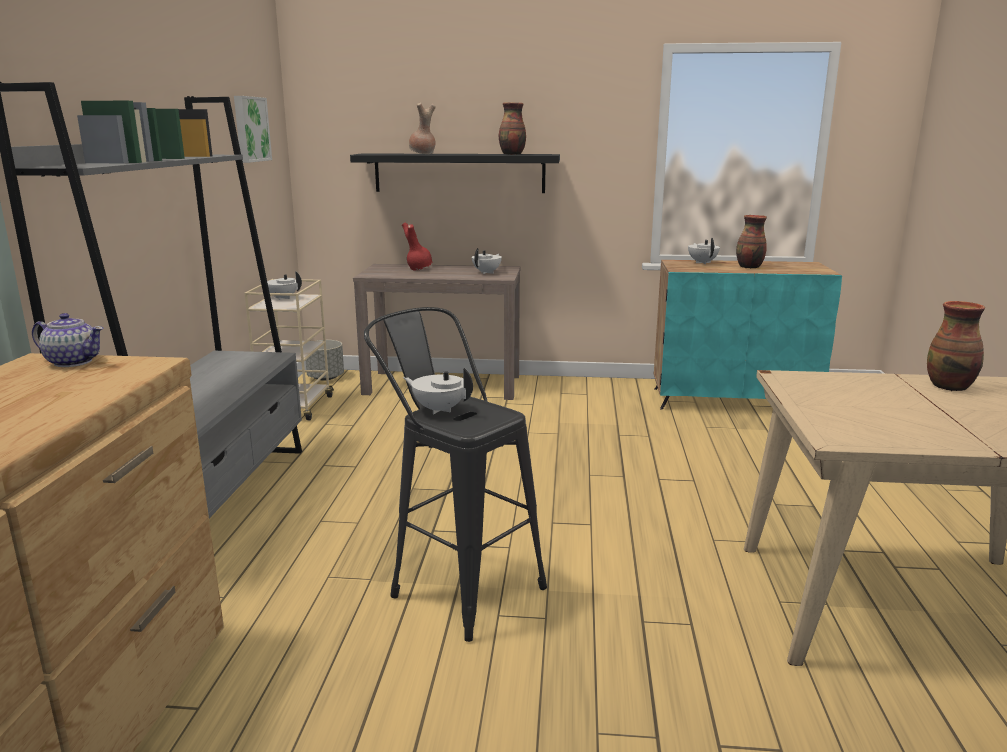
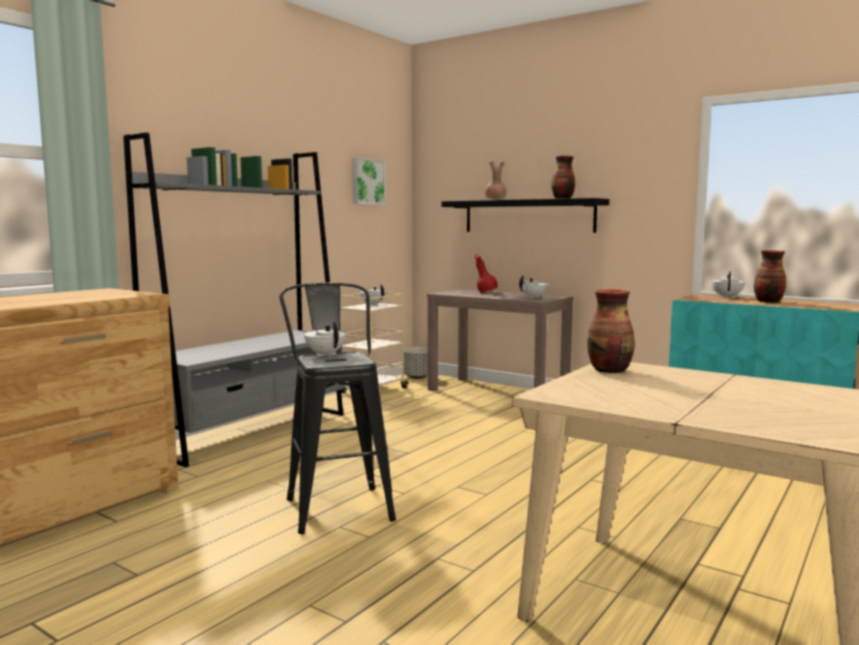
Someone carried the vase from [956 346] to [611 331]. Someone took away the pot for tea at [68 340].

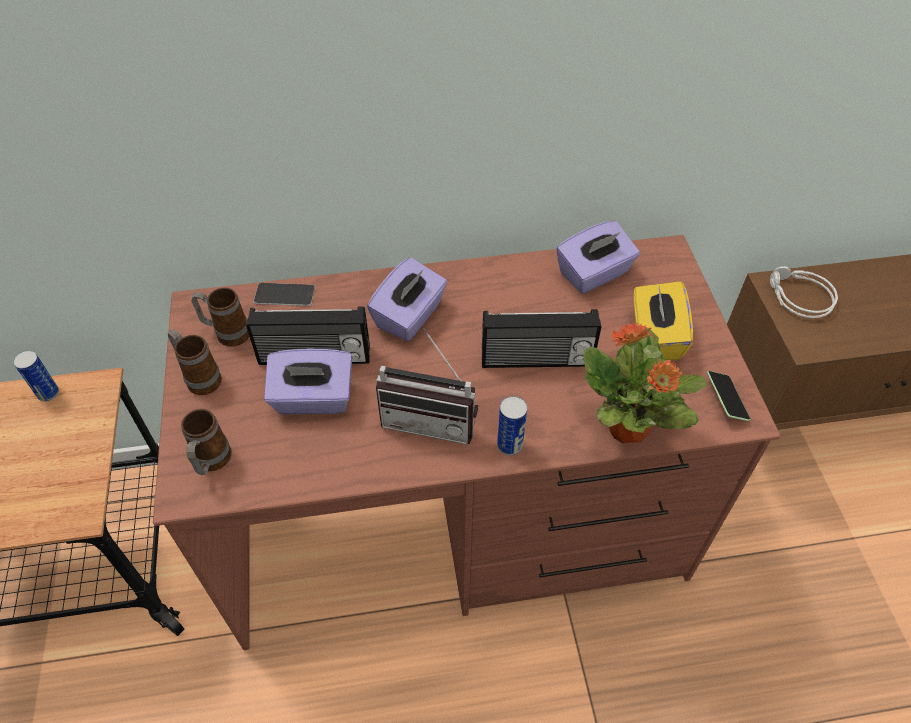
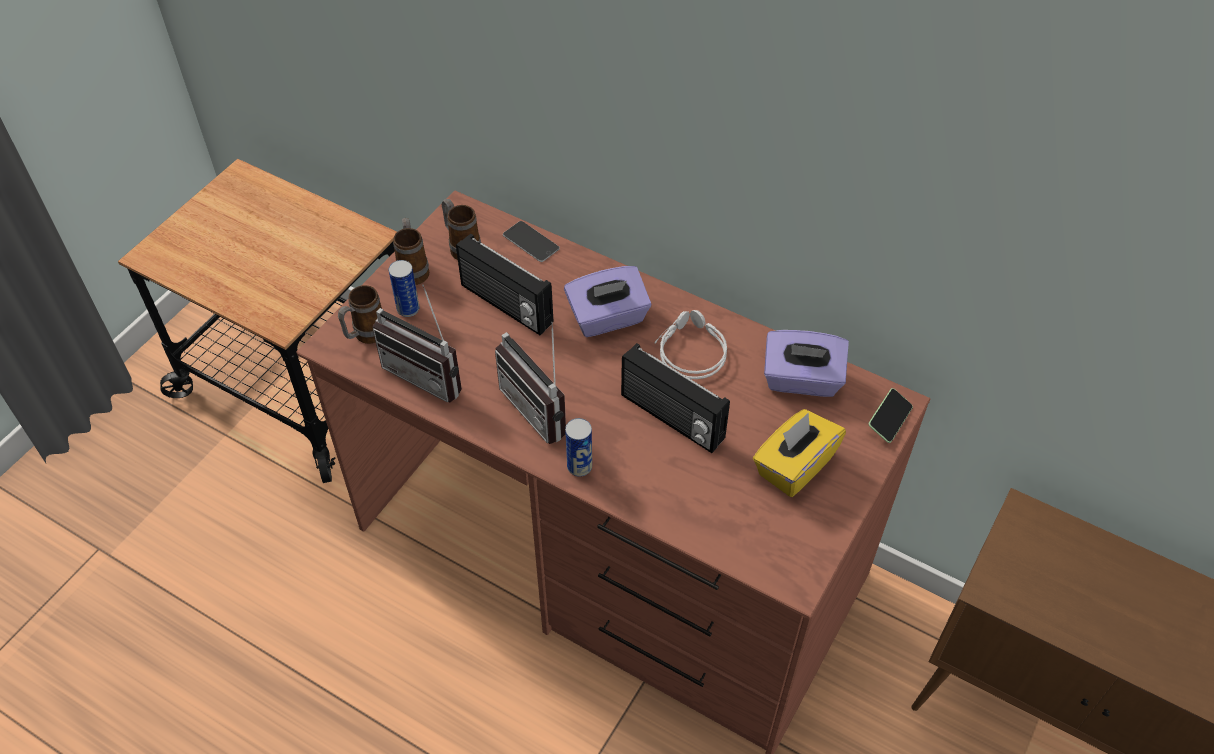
Someone put down the radio set at [417 343]. Someone carried the sealed can from [36 375] to [404 288]. Someone carried the gray pair of headphones from [804 292] to [691 344]. Someone carried the telephone from [729 396] to [891 415]. Someone took away the purple tissue holder at [308 381]. Someone took away the plant in a pot at [645 382].

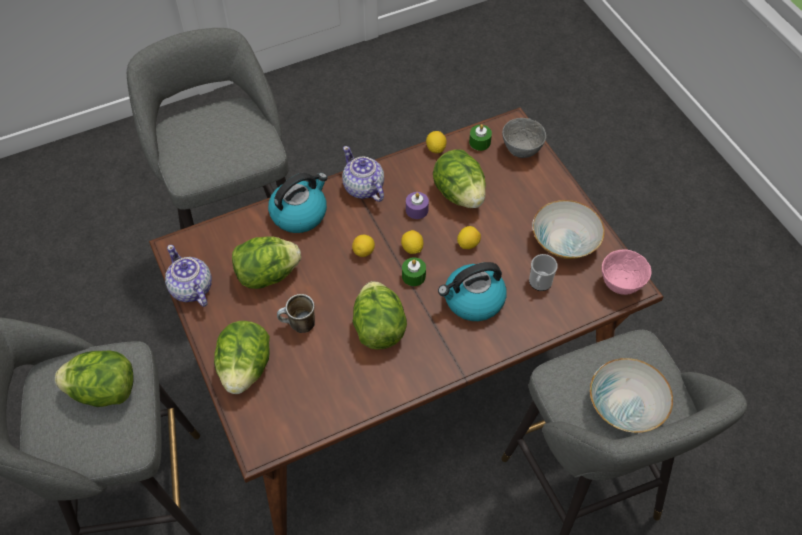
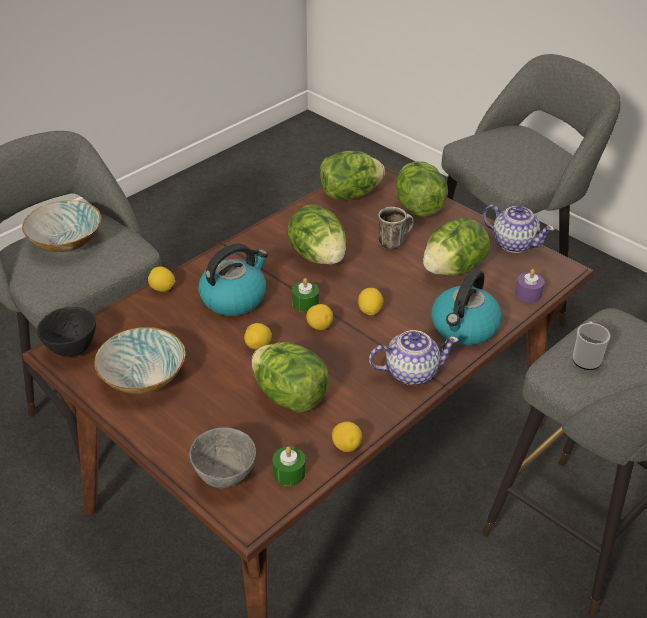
Someone repainted the pink-coloured bowl at [626 272], which became the black-coloured bowl at [66 332]. Someone put down the lemon at [162 279]. Someone carried the head of lettuce from [94 378] to [352 175]. Someone rotated the pot for tea at [363 174] by 45 degrees counterclockwise. Someone carried the purple candle from [417 205] to [529 286]. Someone carried the mug from [543 272] to [591 345].

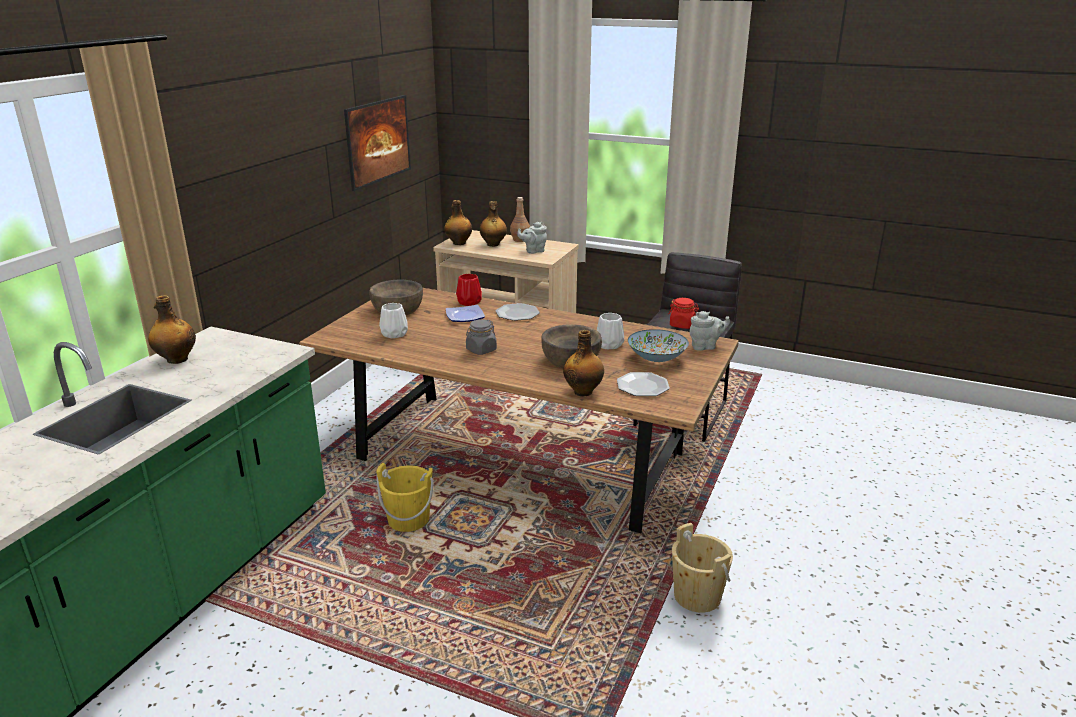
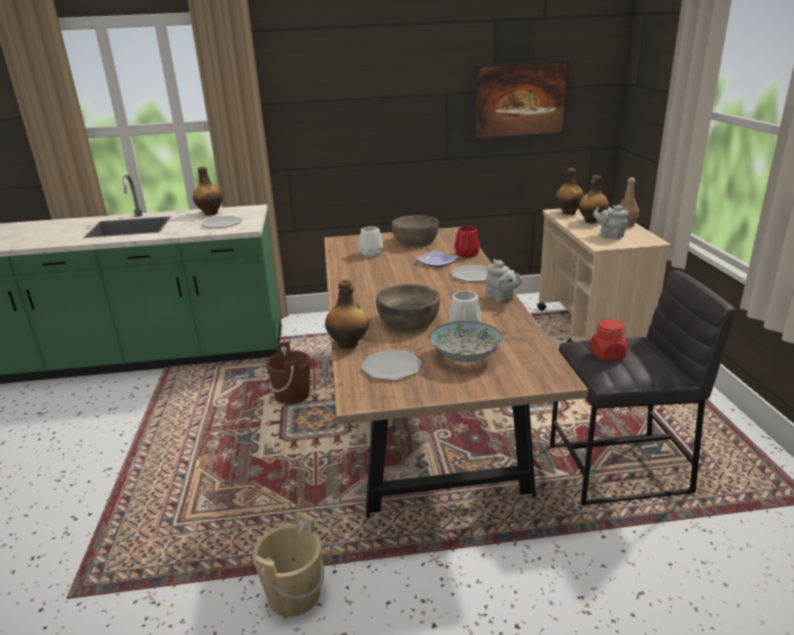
Someone put down the plate at [221 222]. Someone repainted the yellowish water bucket at [405 497], which became the brown-coloured water bucket at [288 373]. Someone carried the gray pot for tea from [709 331] to [504 281]. Someone took away the gray jar at [481 337].

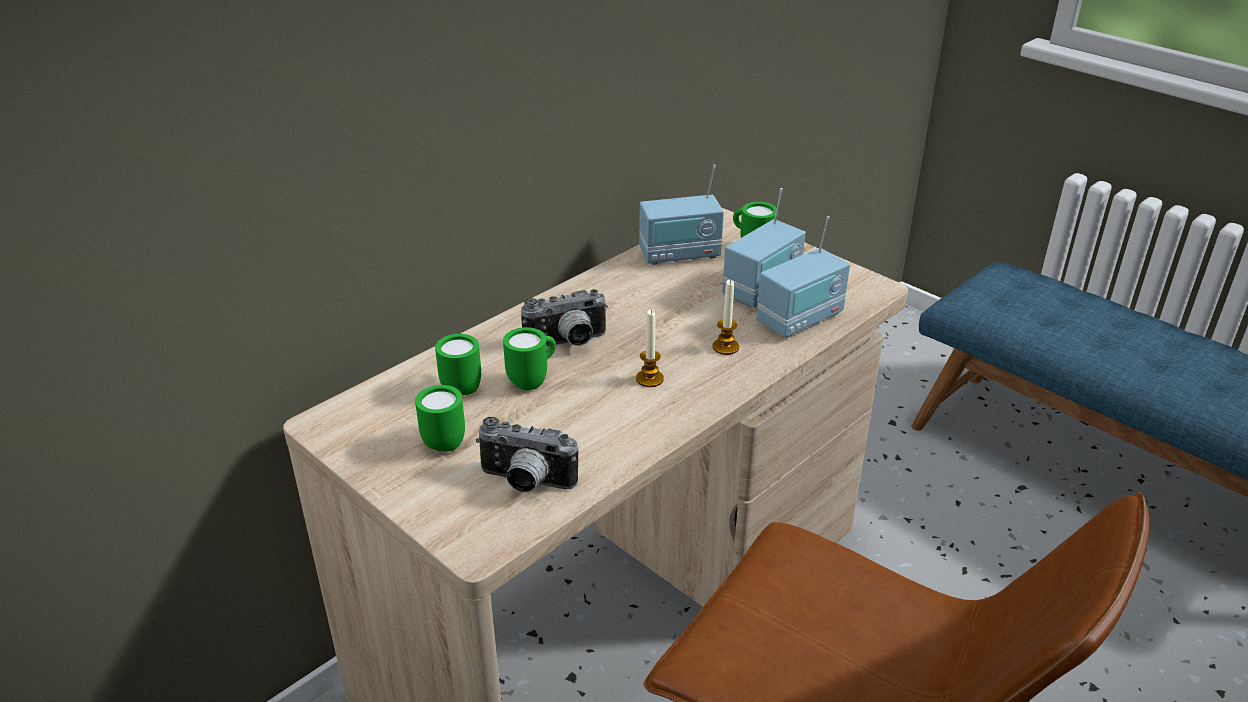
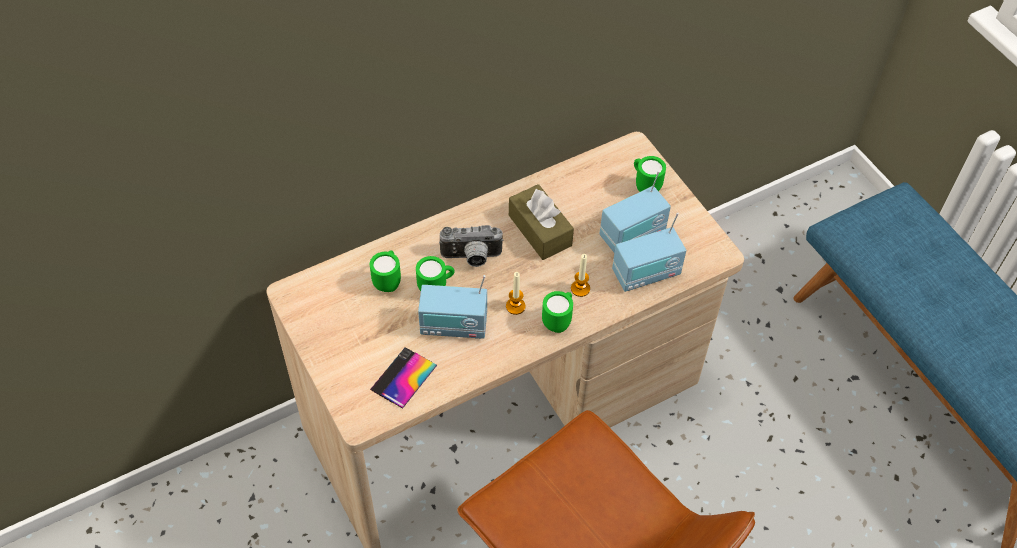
Someone swapped the photo camera at [527 455] for the telephone at [403 378]. Someone carried the radio set from [681 215] to [452 307]. Someone put down the brown-coloured tissue holder at [541 222]. Someone carried the greenish mug from [440 418] to [557 312].

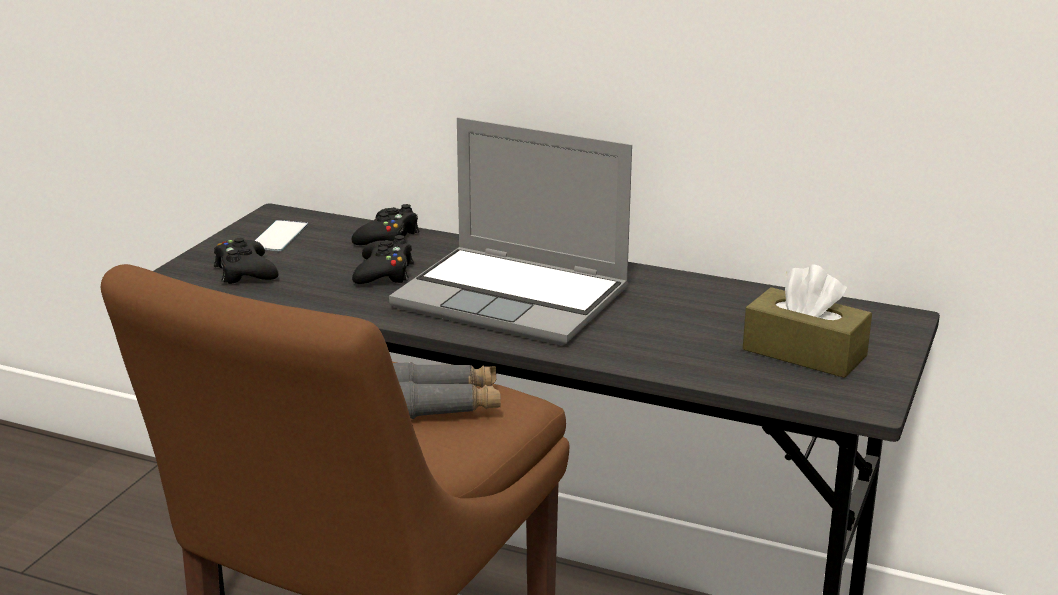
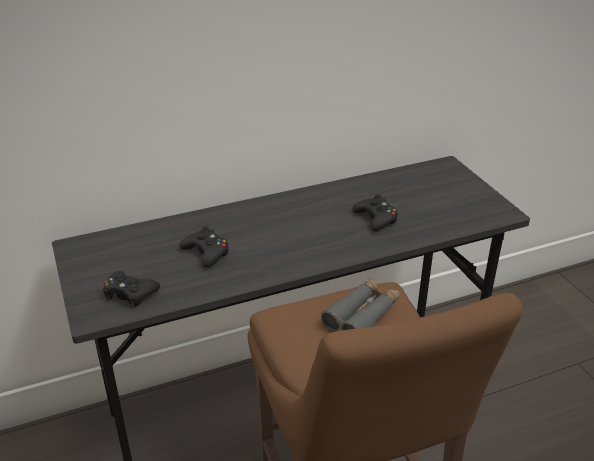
Someone carried the black-coloured joypad from [386 224] to [375 213]. Someone took away the telephone at [281 235]. Someone took away the notebook computer at [510 231]. Someone took away the brown-coloured tissue holder at [807 321].

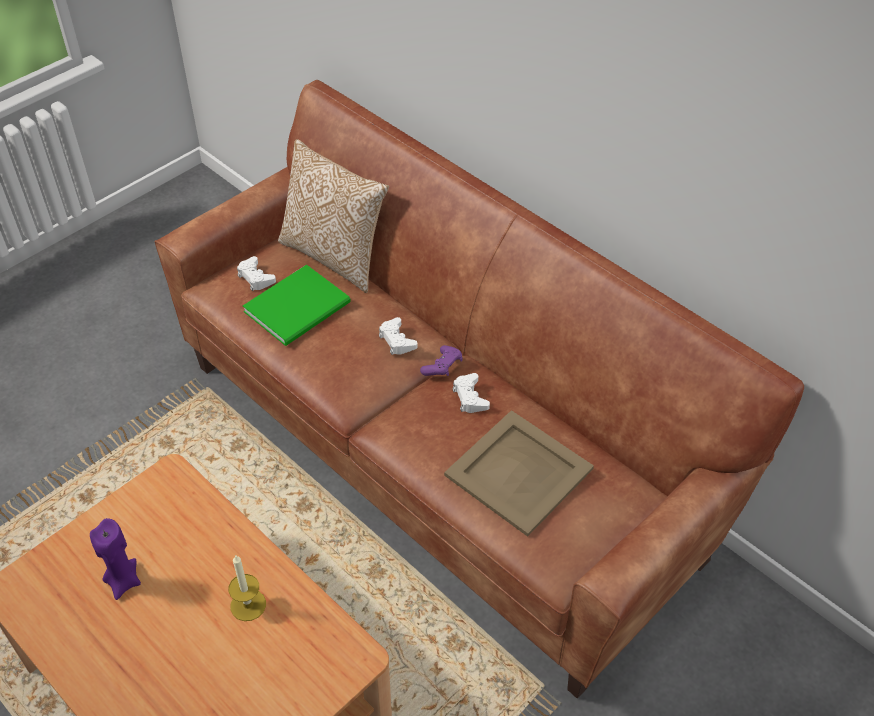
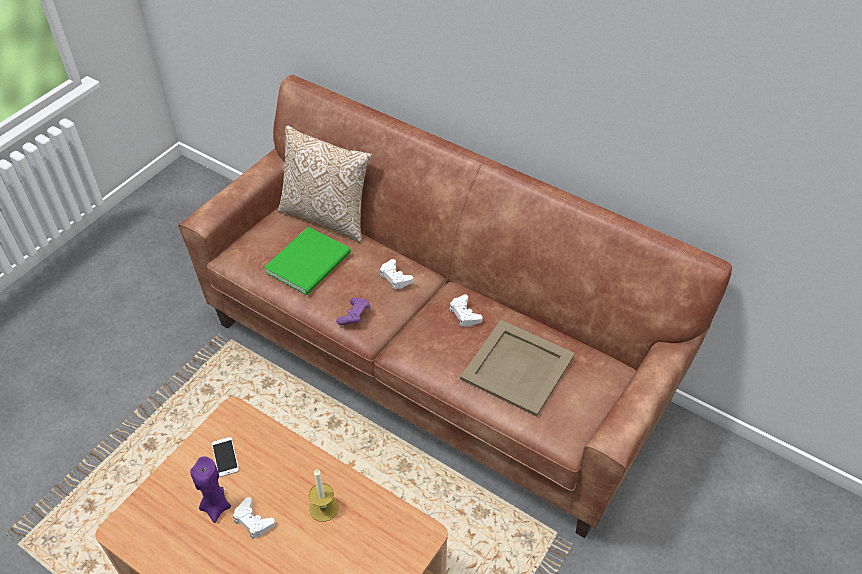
Someone put down the telephone at [225 457]. Someone carried the whitish joypad from [256 273] to [254 518]. Someone carried the purple joypad from [441 360] to [353 311].

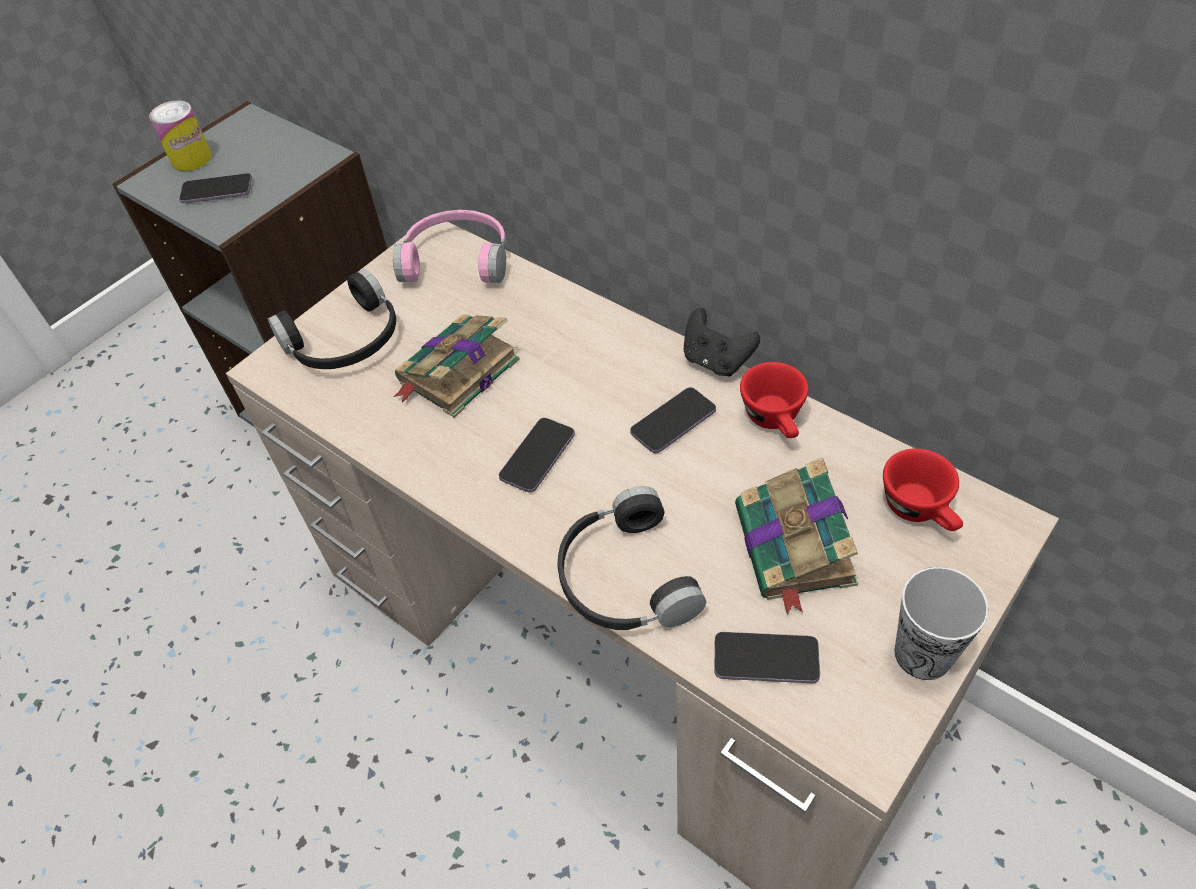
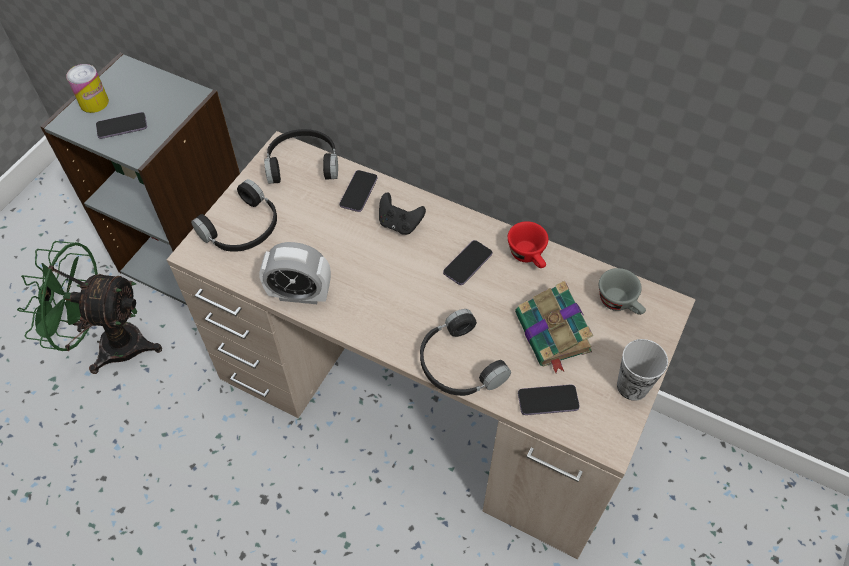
Someone put down the greenish electric fan at [89 307]. Someone put down the table clock at [295 273]. Someone repainted the pink-coloured pair of headphones at [449 246], which became the black-coloured pair of headphones at [301 156]. Someone carried the telephone from [537 455] to [358 191]. Someone carried the black-coloured joypad from [722 342] to [402 213]. Someone repainted the red-coloured drinking cup at [923 489], which became the gray drinking cup at [622 291]. Someone took away the bound book at [456 366].

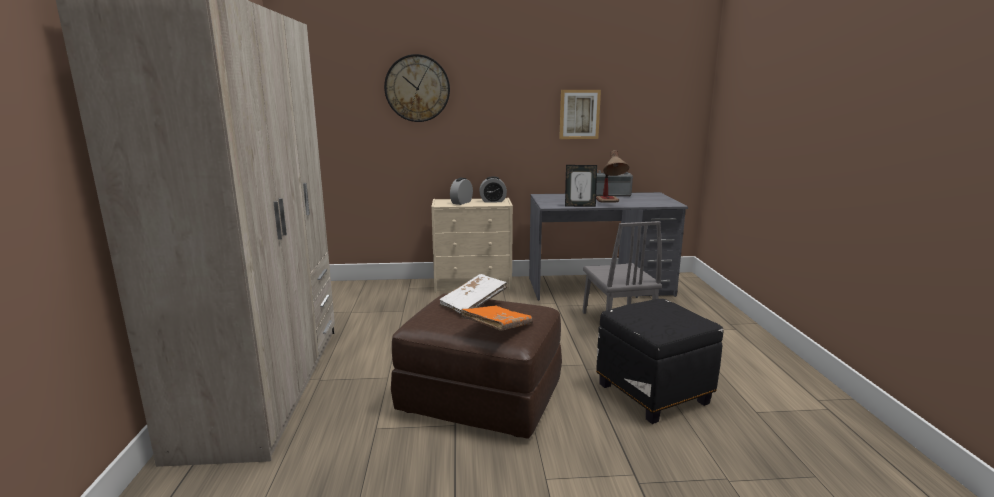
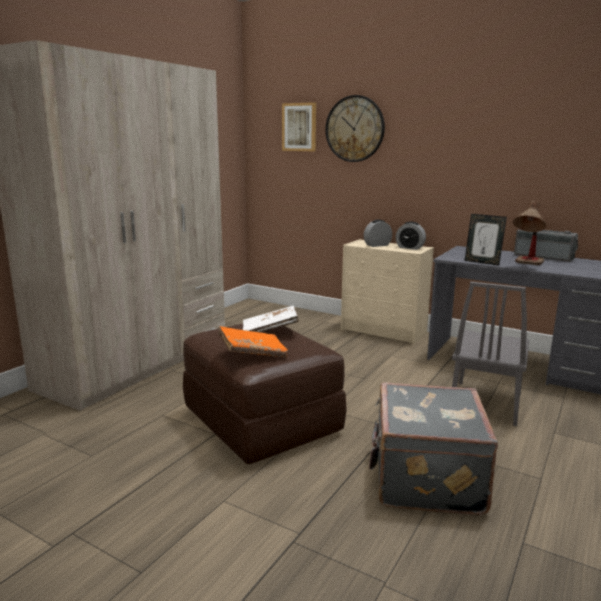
Someone carried the picture from [580 114] to [299 126]. Someone swapped the black-coloured pouffe at [659 361] for the gray suitcase at [433 448].

